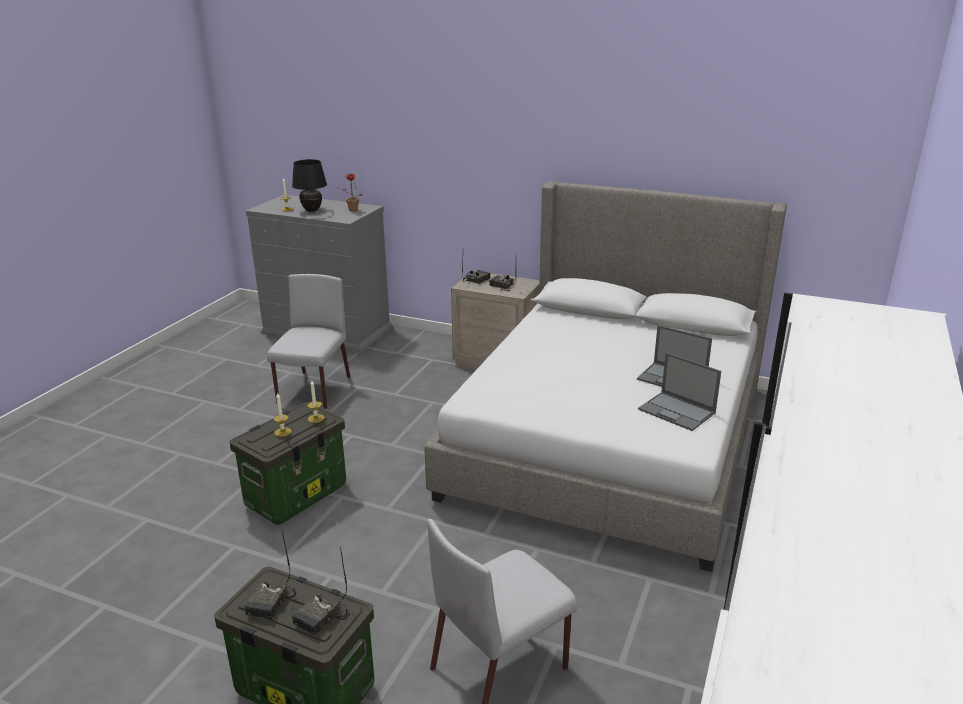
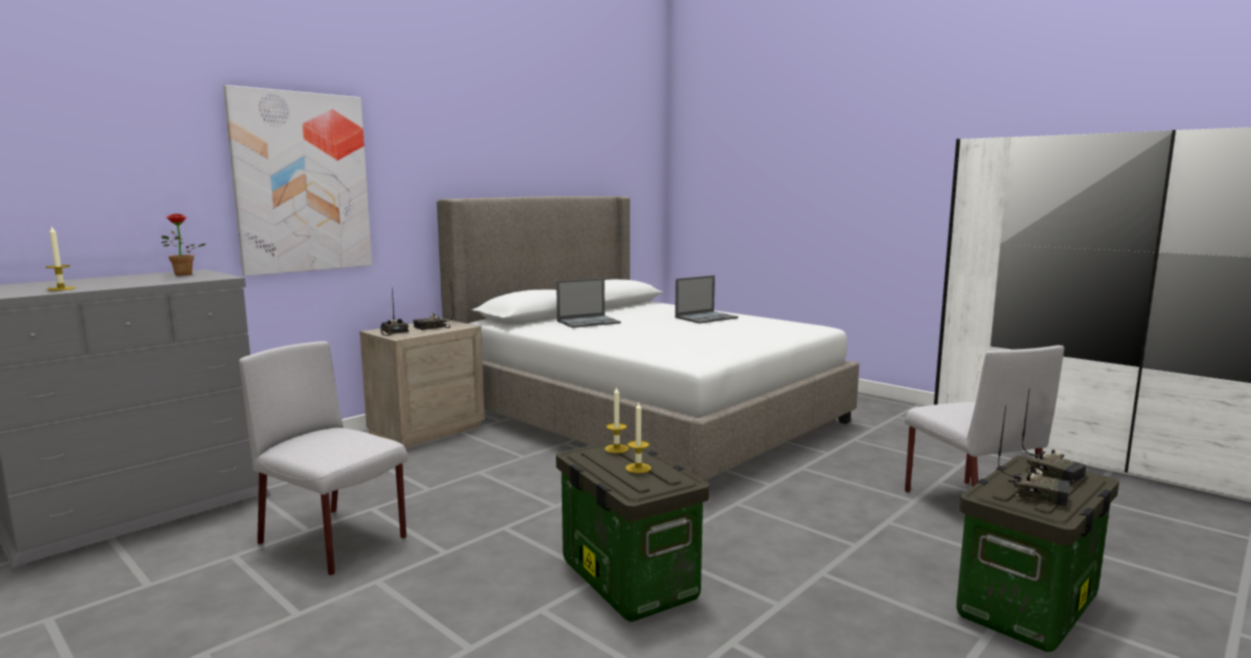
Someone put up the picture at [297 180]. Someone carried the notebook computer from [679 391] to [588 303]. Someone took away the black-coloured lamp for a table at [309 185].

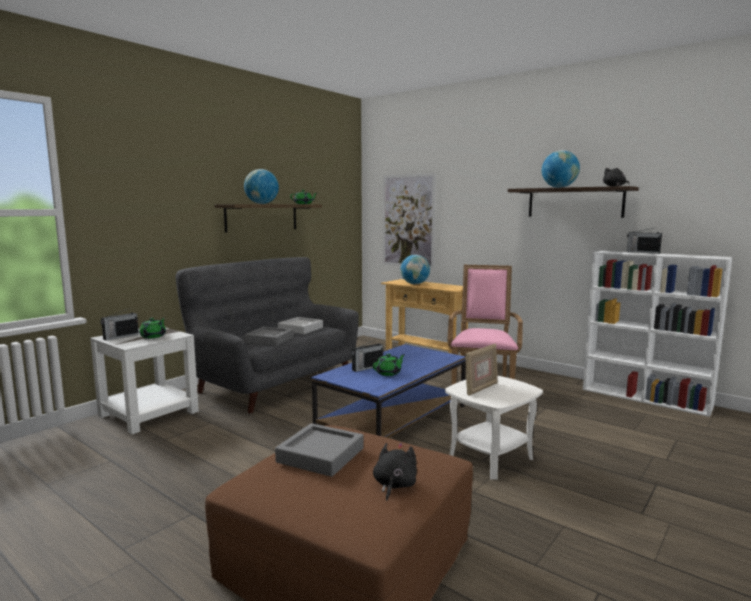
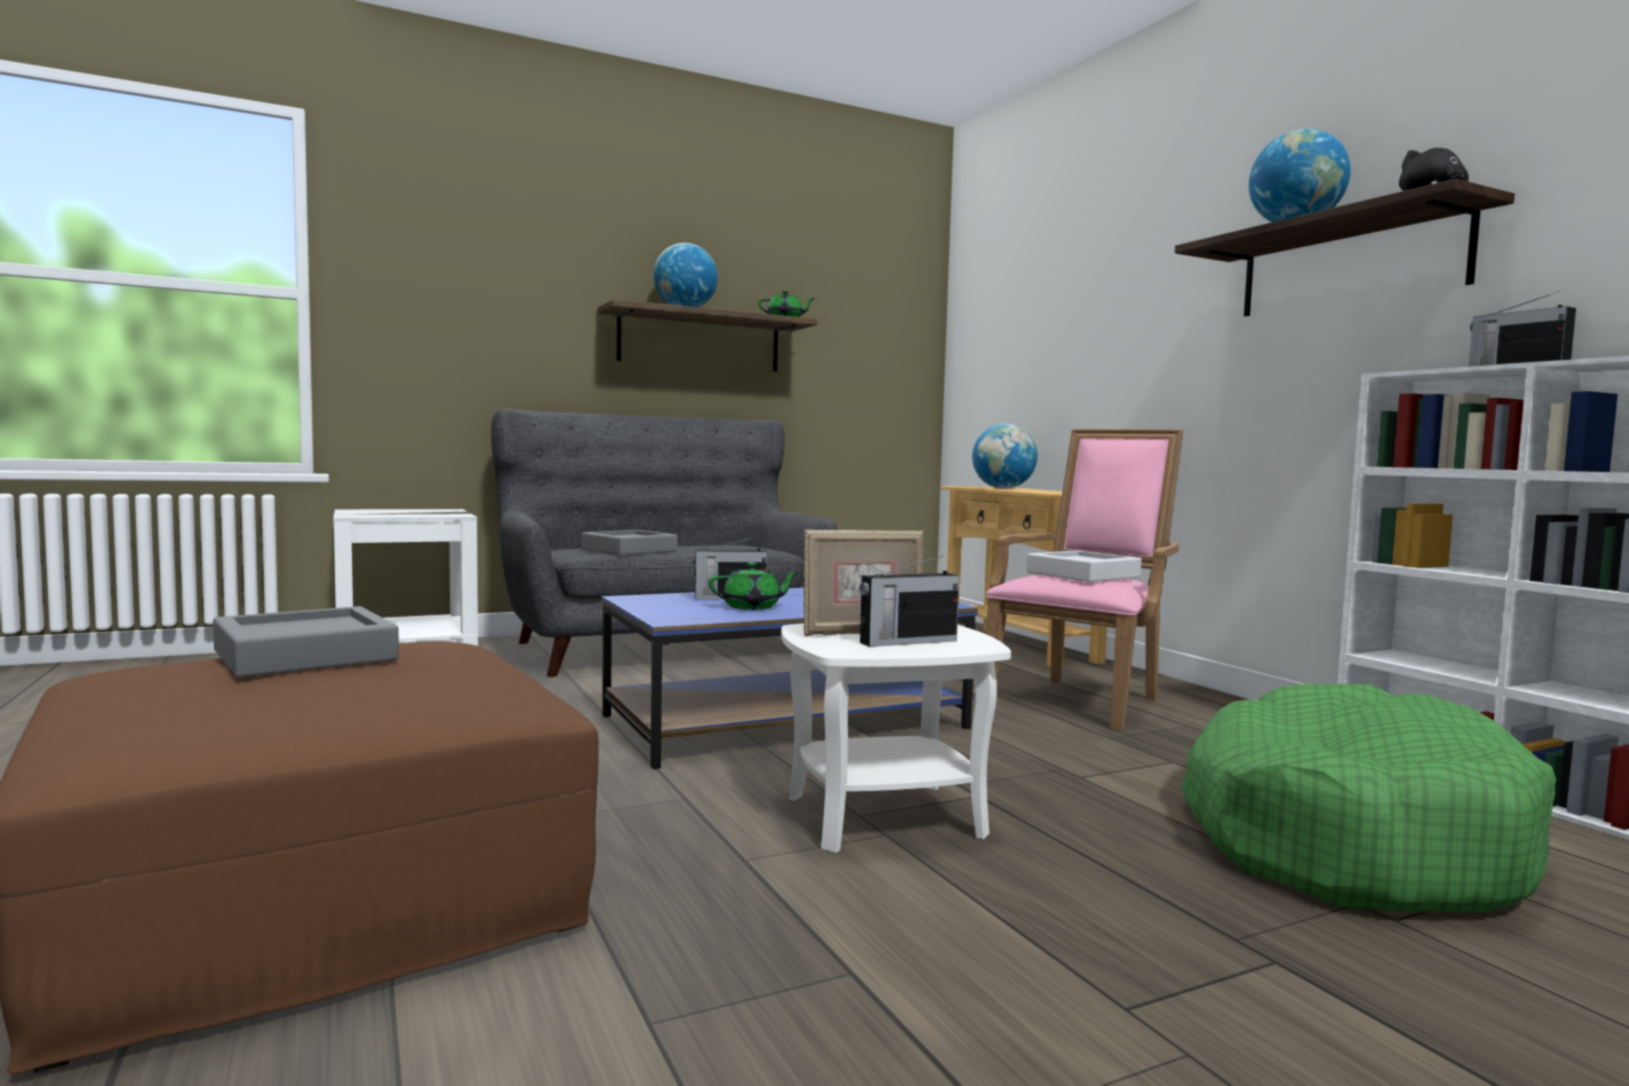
Someone carried the radio set from [119 324] to [909 601]. Someone carried the gray serving tray from [300 325] to [1084 566]. Someone put down the greenish dog cushion at [1368 798]. Someone took away the greenish pot for tea at [152 328]. Someone took away the black-coloured plush toy at [395 472]. Someone took away the picture at [409 221].

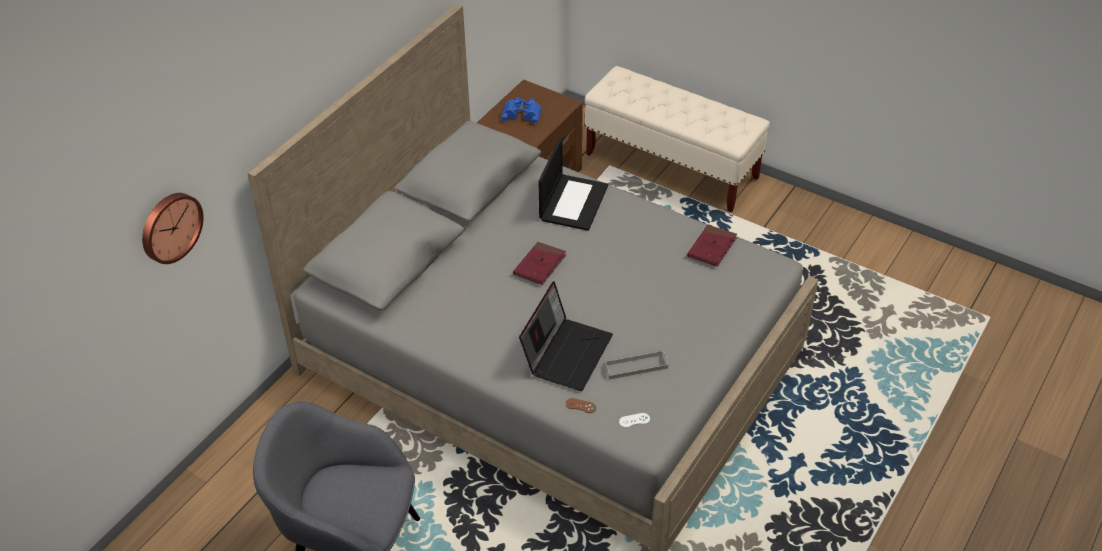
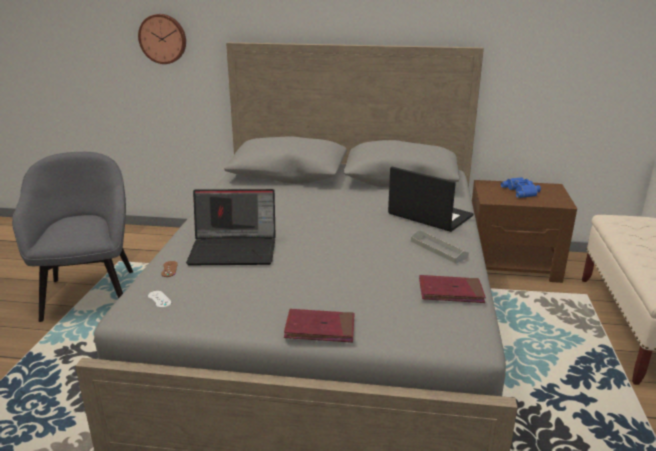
Someone carried the red-coloured bound book from [539 263] to [319 326]. Someone rotated the notebook computer at [573 184] by 135 degrees counterclockwise. Someone carried the gray serving tray from [636 365] to [440 247].

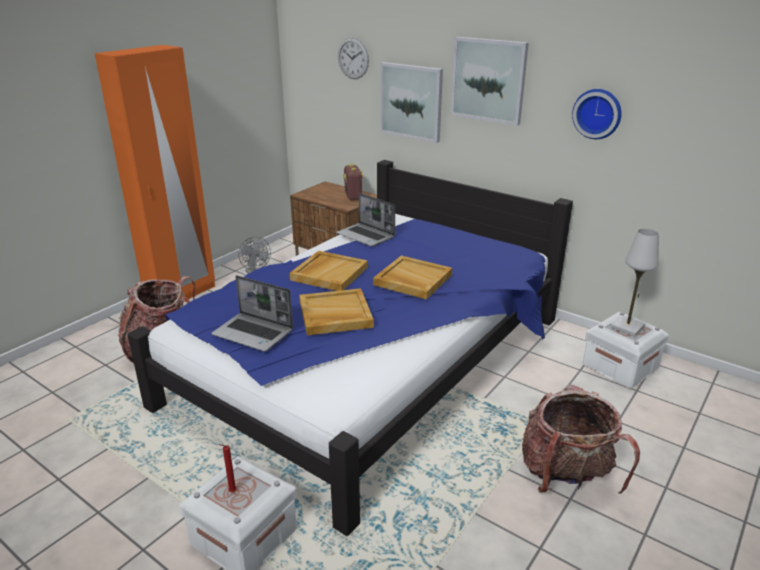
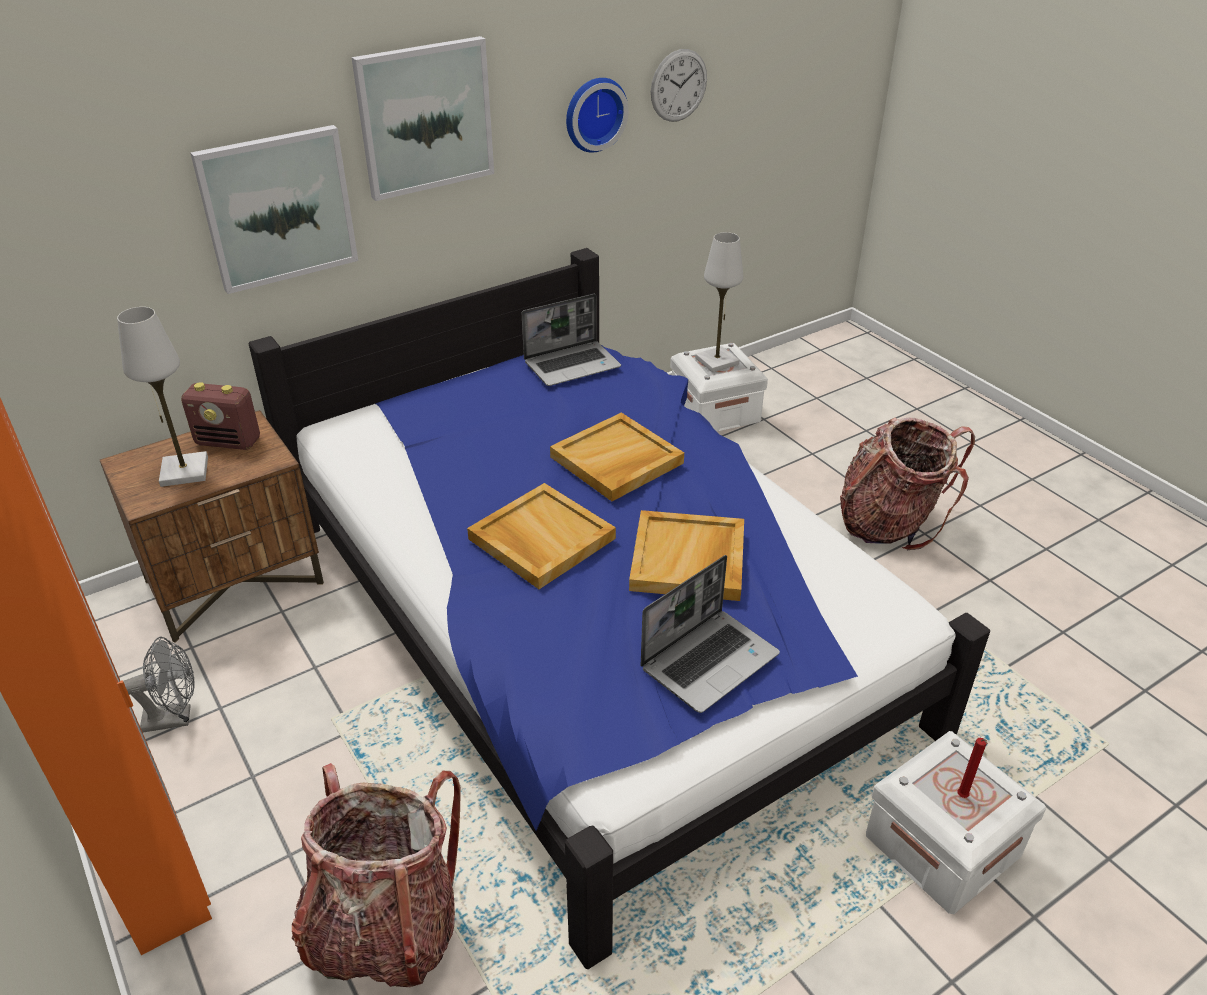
Someone put down the whitish lamp for a table at [162 397]. Someone carried the notebook computer from [365 219] to [571 340]. Someone carried the hanging clock from [353 58] to [679 85].

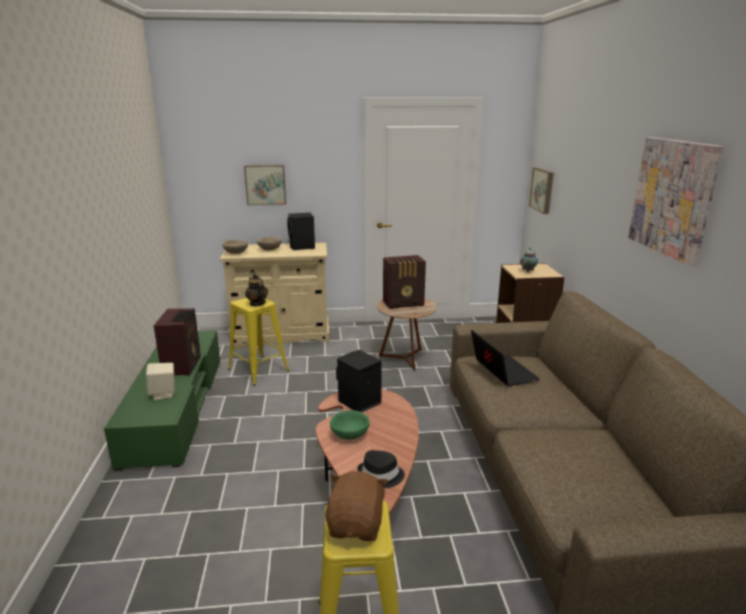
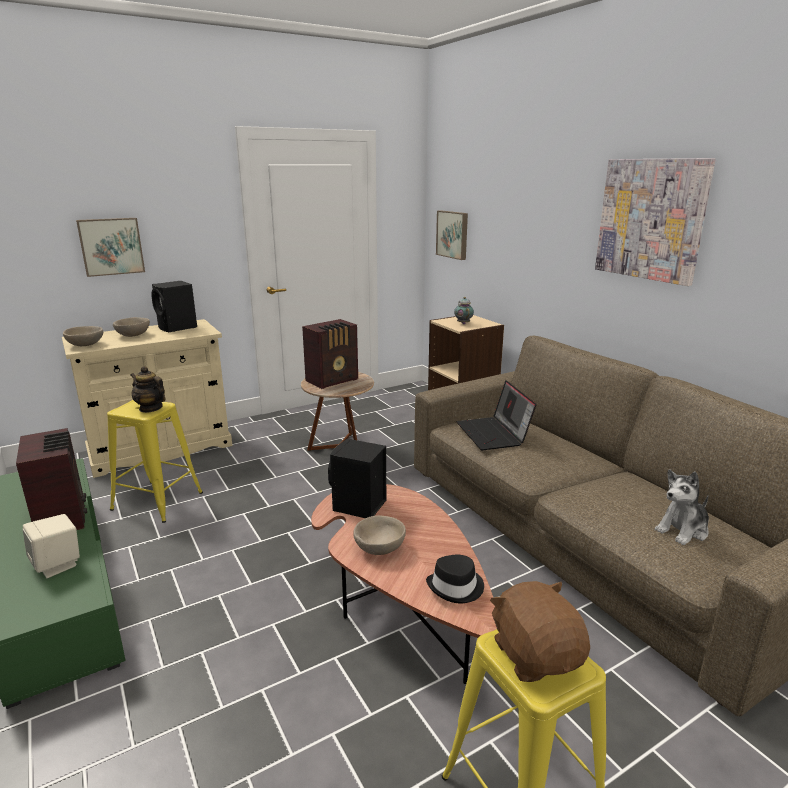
Someone repainted the greenish bowl at [350 425], which became the sand-coloured bowl at [380 535]. Someone rotated the notebook computer at [505 358] by 150 degrees counterclockwise. Someone put down the plush toy at [682 507].

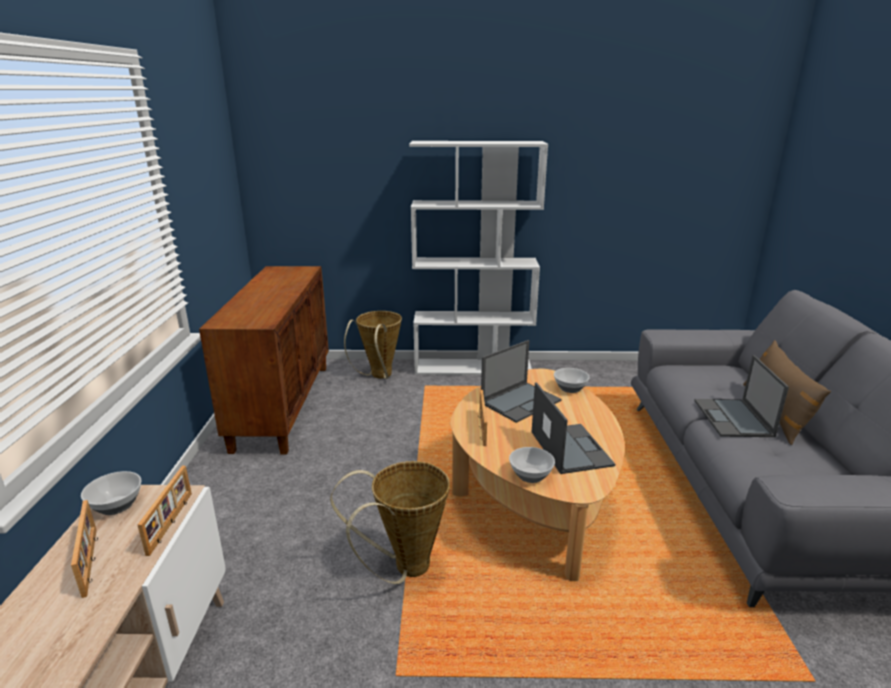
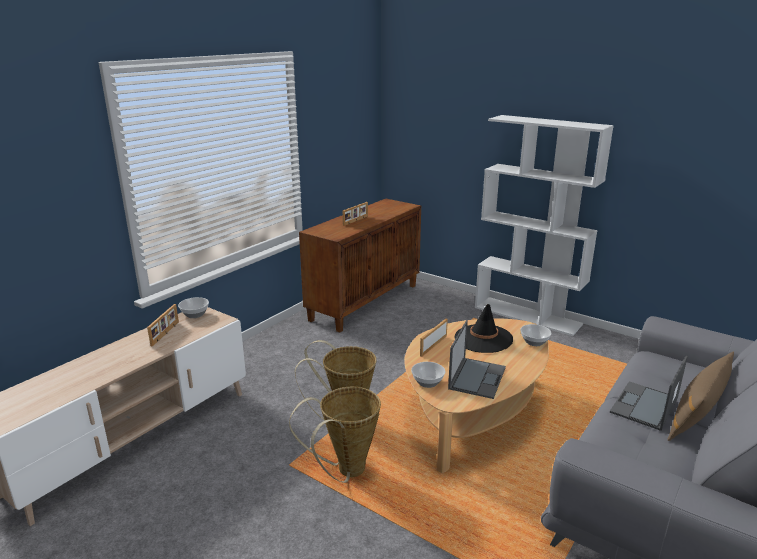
Someone carried the storage basket from [373 345] to [335 435]. Someone carried the picture frame from [165 511] to [355 214]. Someone swapped the notebook computer at [521 381] for the black-coloured hat at [483 328].

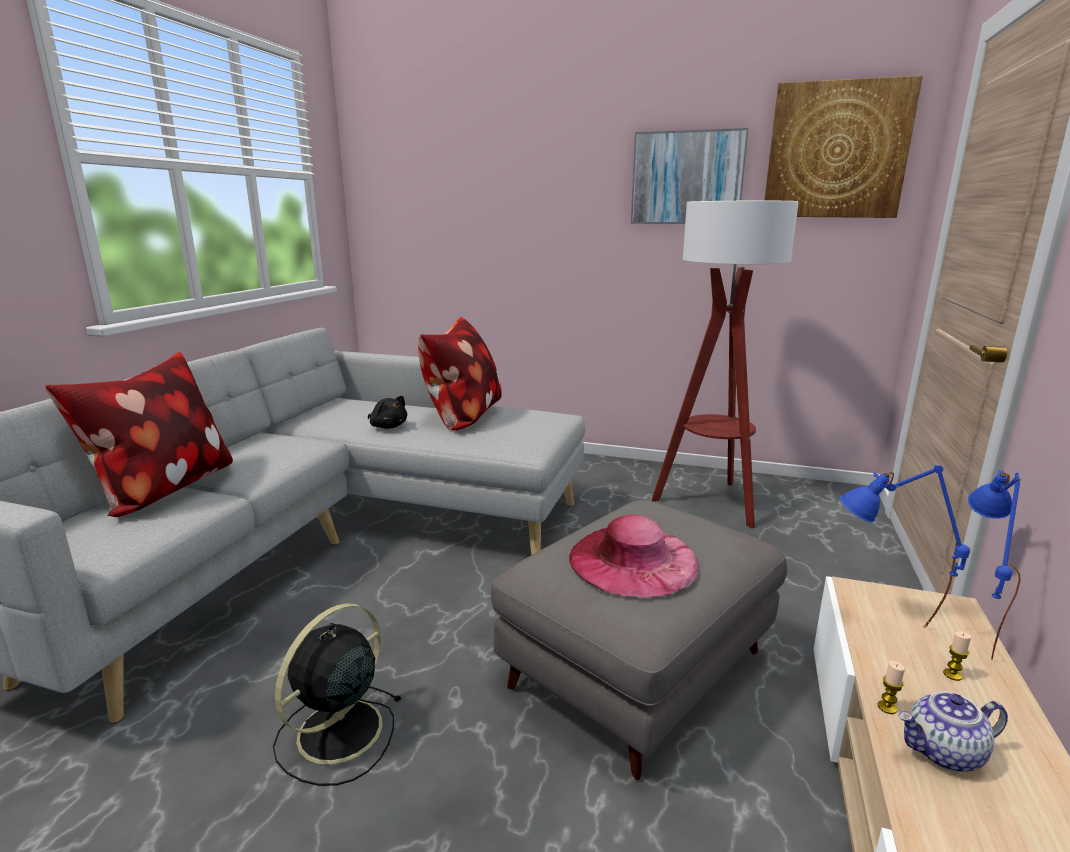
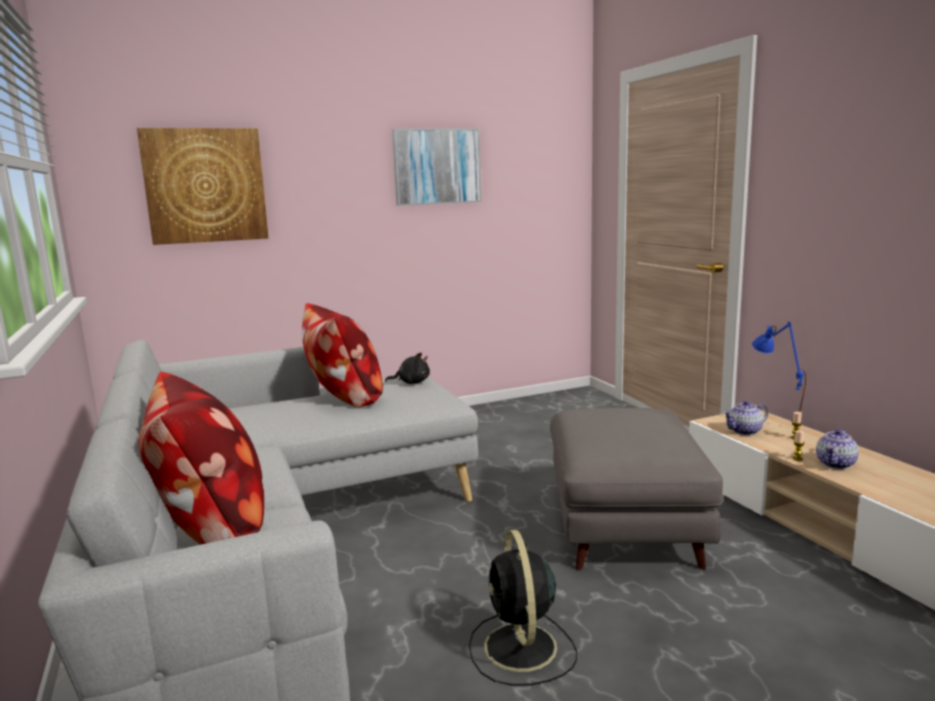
Someone carried the picture from [843 147] to [202 186]. Someone carried the black-coloured plush toy from [387 412] to [407 368]. Someone swapped the bluish lamp for a table at [905 546] for the pot for tea at [745 418]. Someone took away the pink-coloured hat at [634 556]. Someone took away the standing lamp at [725 364].

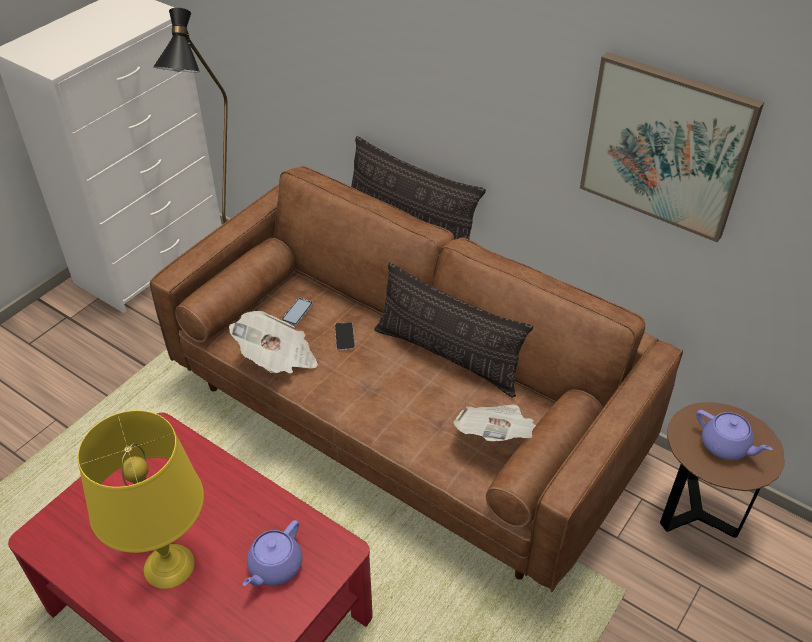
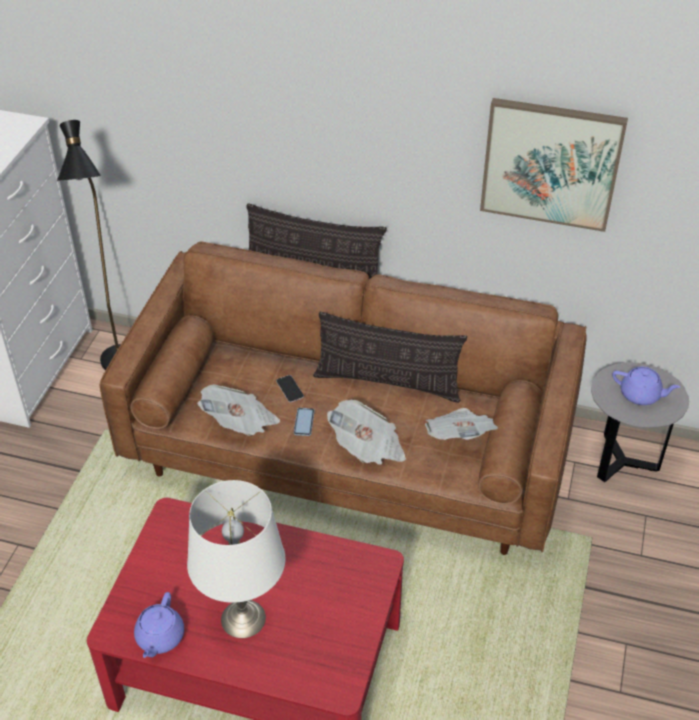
Someone carried the purple pot for tea from [273 553] to [159 625]. Someone repainted the yellowish lamp for a table at [141 499], which became the whitish lamp for a table at [236 559]. Someone carried the telephone from [297 312] to [304 422]. Someone put down the printed paper at [366 432]. Someone repainted the brown-coloured accent table at [722 470], which became the gray accent table at [640 422].

